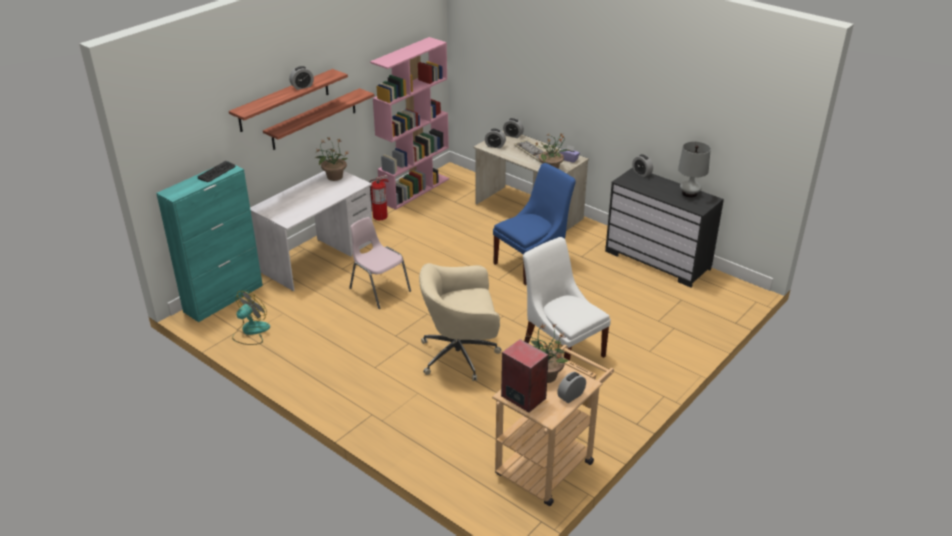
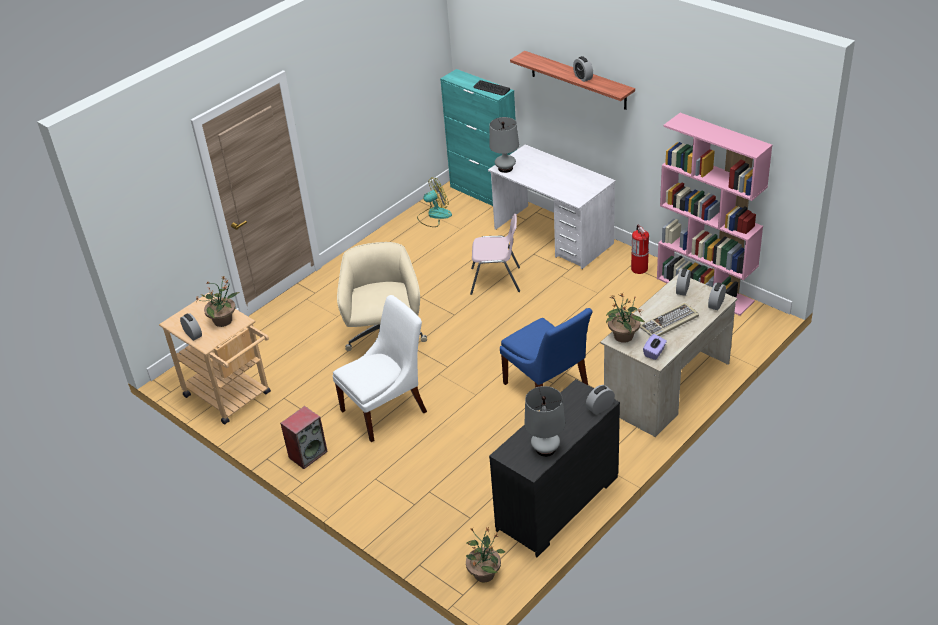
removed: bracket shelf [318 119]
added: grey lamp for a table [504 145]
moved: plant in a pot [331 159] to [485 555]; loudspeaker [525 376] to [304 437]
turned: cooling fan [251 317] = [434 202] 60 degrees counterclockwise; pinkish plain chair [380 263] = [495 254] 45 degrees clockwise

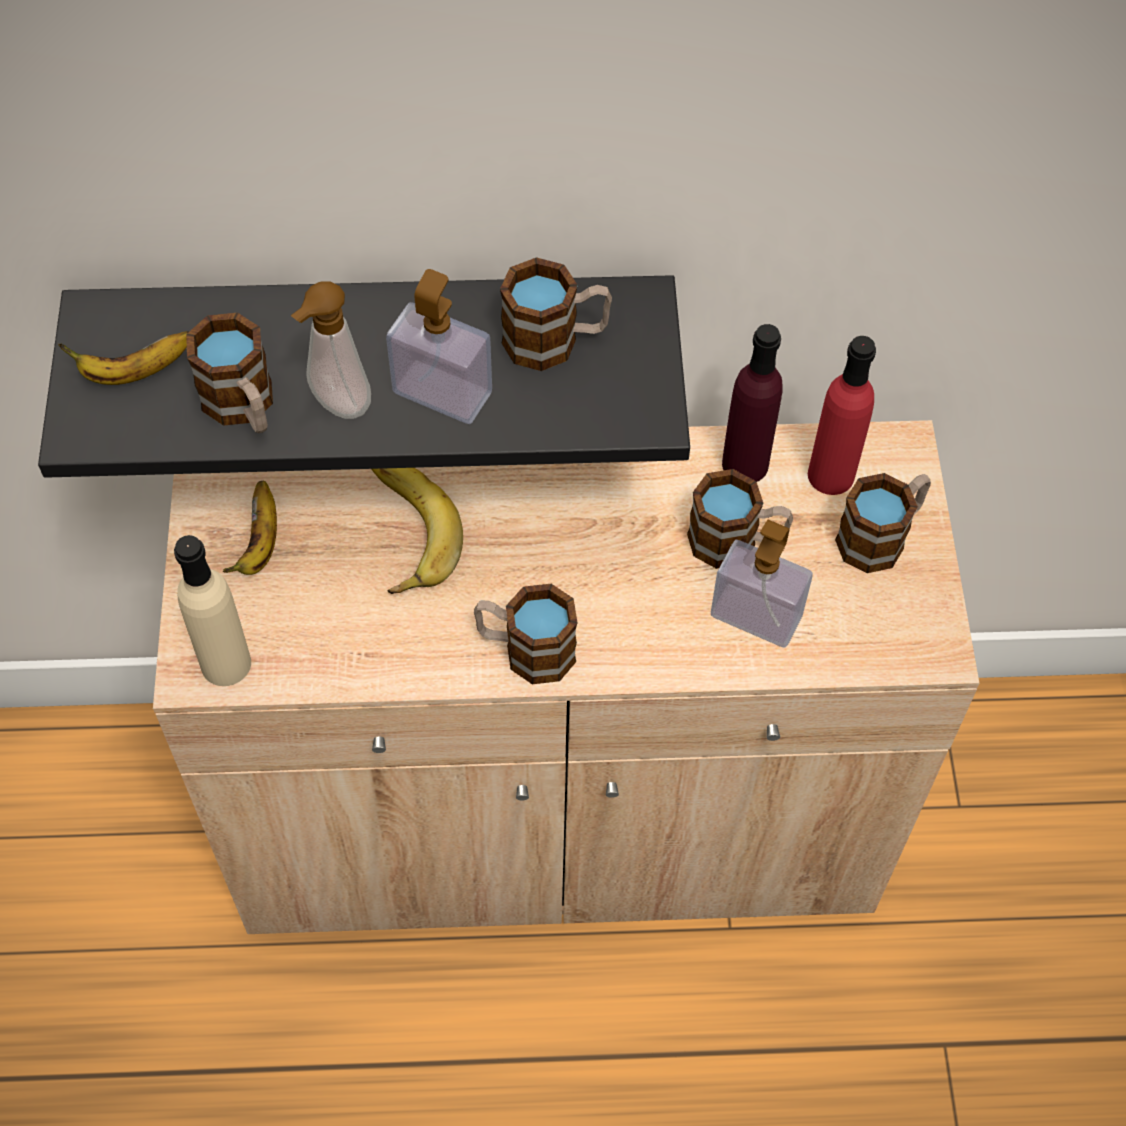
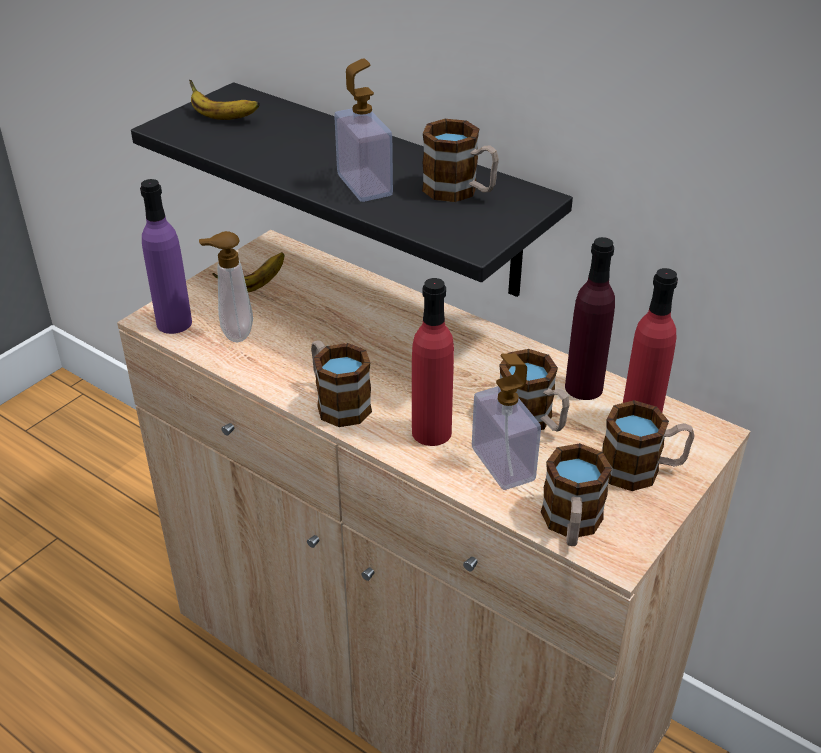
removed: banana fruit [417 531]
added: red beverage bottle [433 362]
moved: tea mug [229 373] to [576 494]; liquid soap bottle [331 350] to [226 286]
recoloured: sand-coloured beverage bottle [212 610] to purple-coloured beverage bottle [166 256]

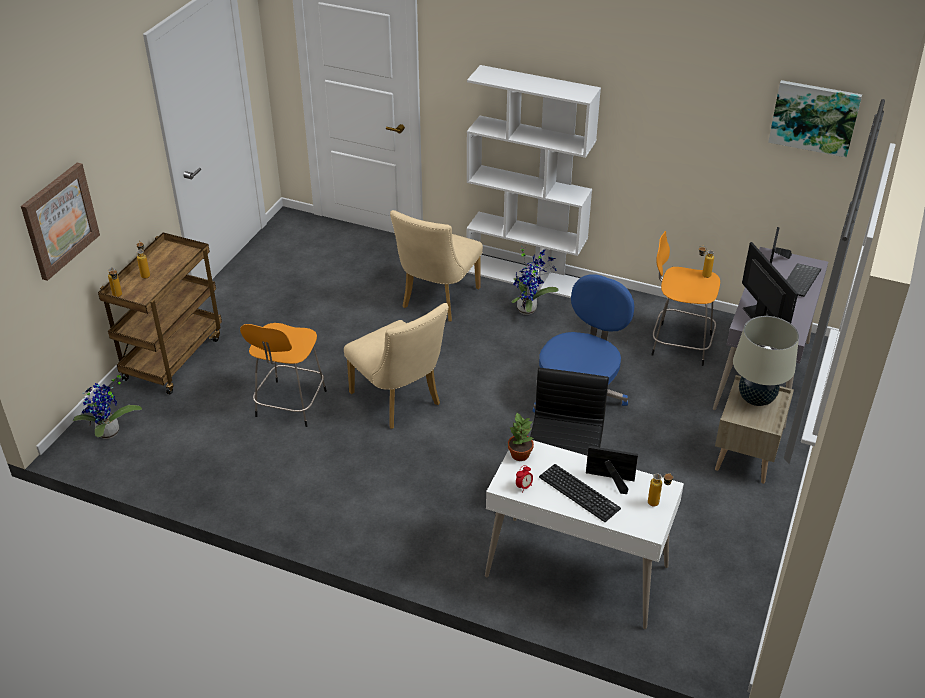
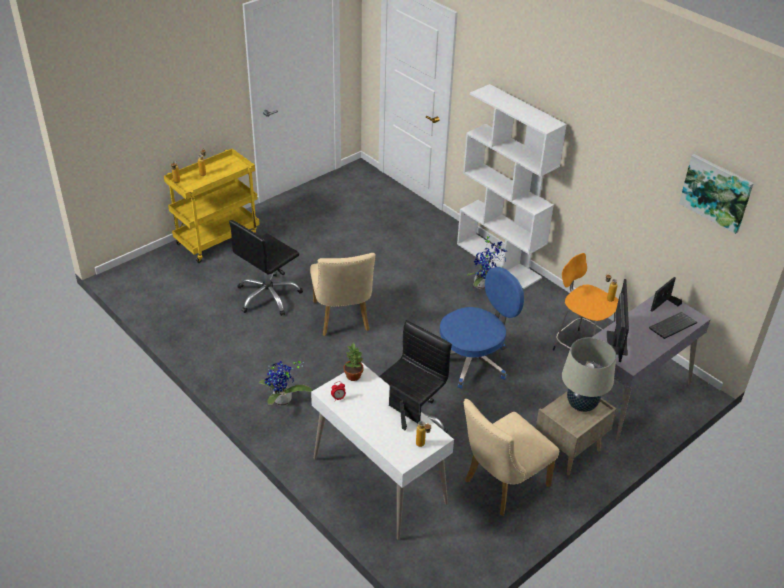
removed: wall art [60 221]; PC keyboard [580 493]
moved: plant in a pot [107 406] to [285 383]; sand-coloured plain chair [436 266] to [511 457]
replaced: orange sitting stool [283 375] to black-coloured office chair [266 268]
recoloured: brownish trolley [160 313] to yellow trolley [212 205]

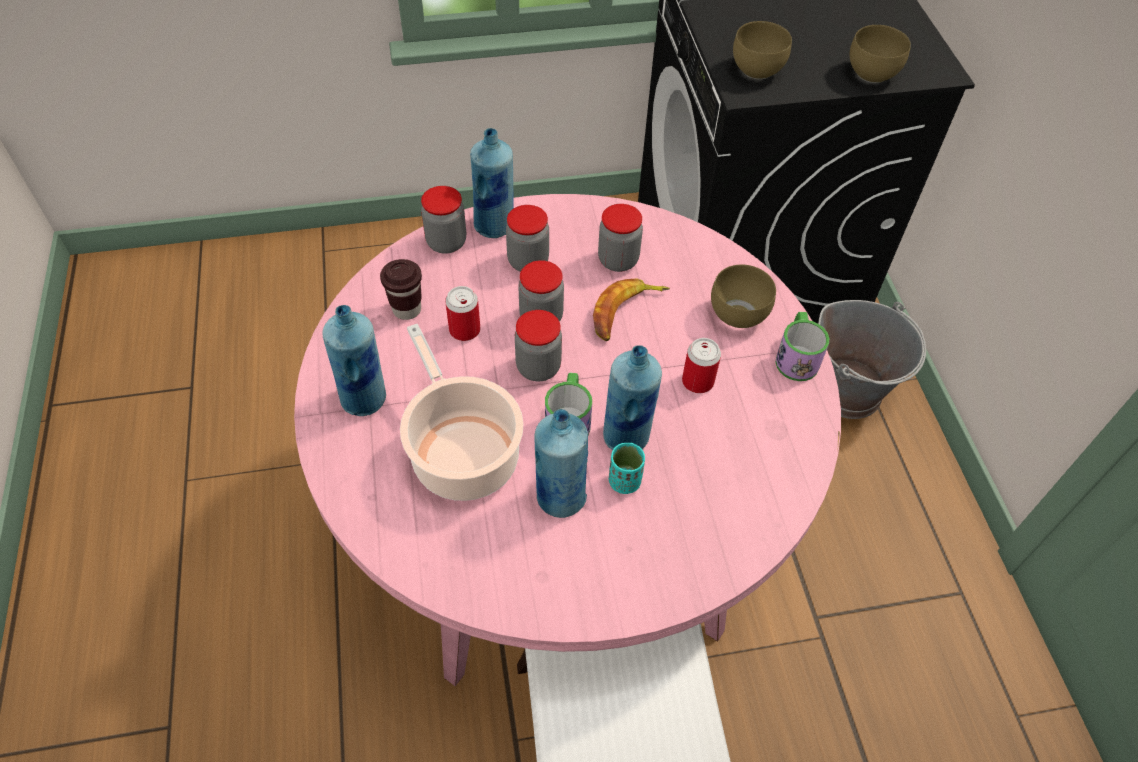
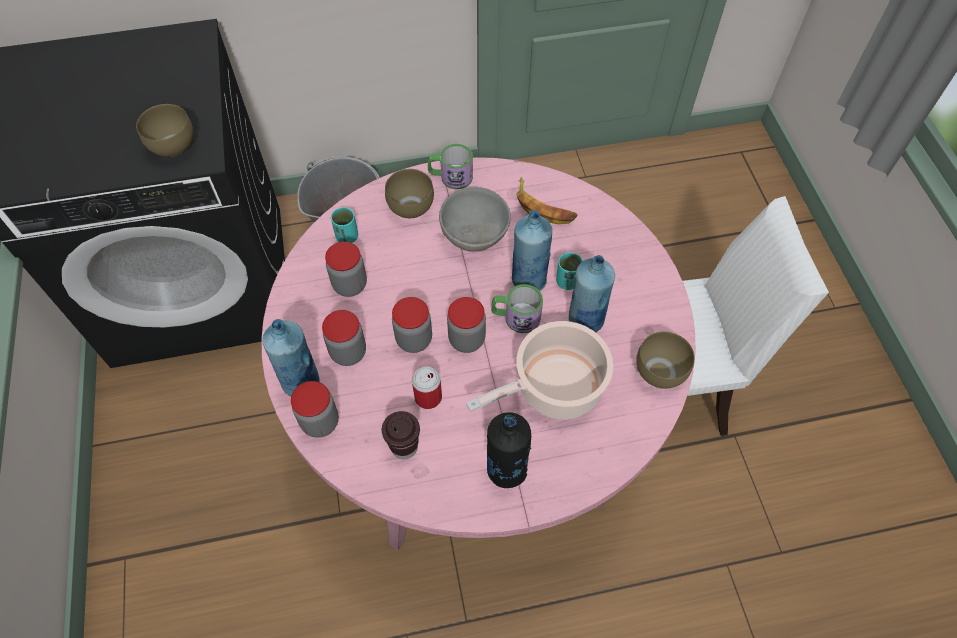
added: turquoise-coloured cup [344 225]
moved: banana fruit [631 309] to [547 200]; brownish serving bowl [880 54] to [665 360]
replaced: can [701 365] to grey serving bowl [475 219]
recoloured: blue-coloured beverage bottle [354 360] to black-coloured beverage bottle [509 450]

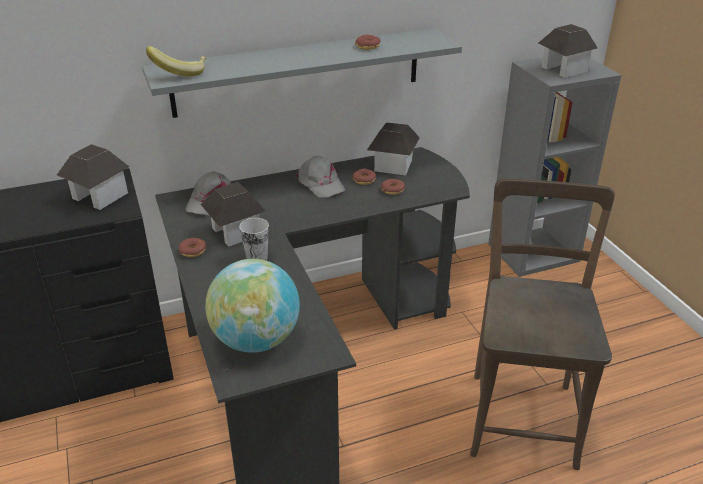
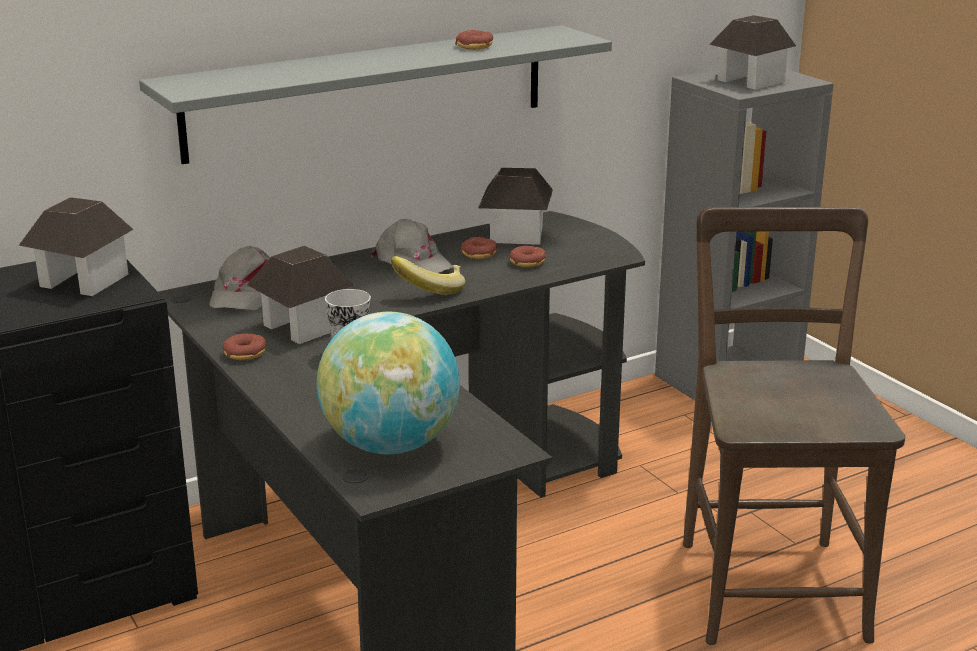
moved: banana fruit [176 61] to [428 275]

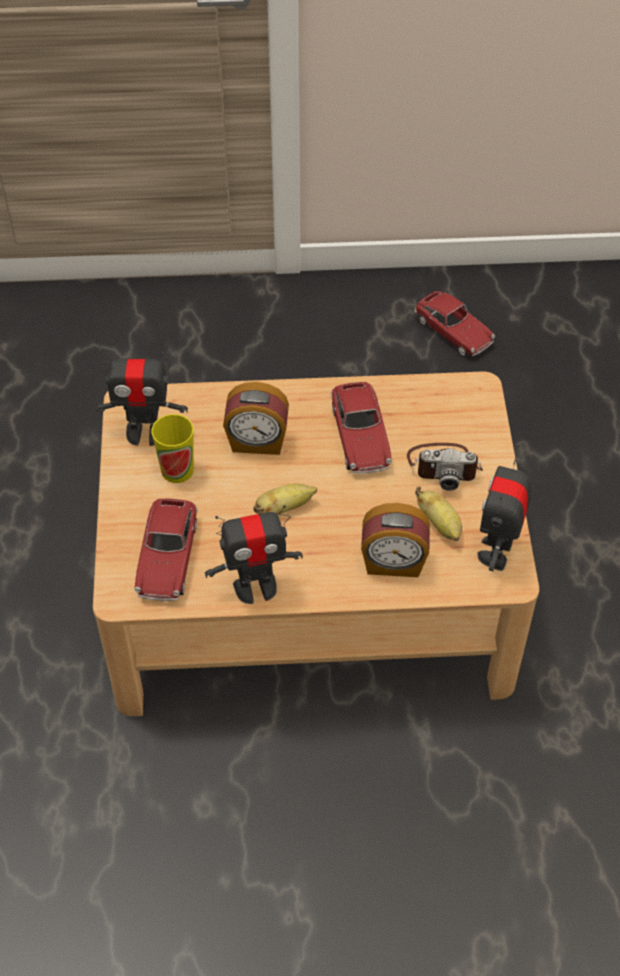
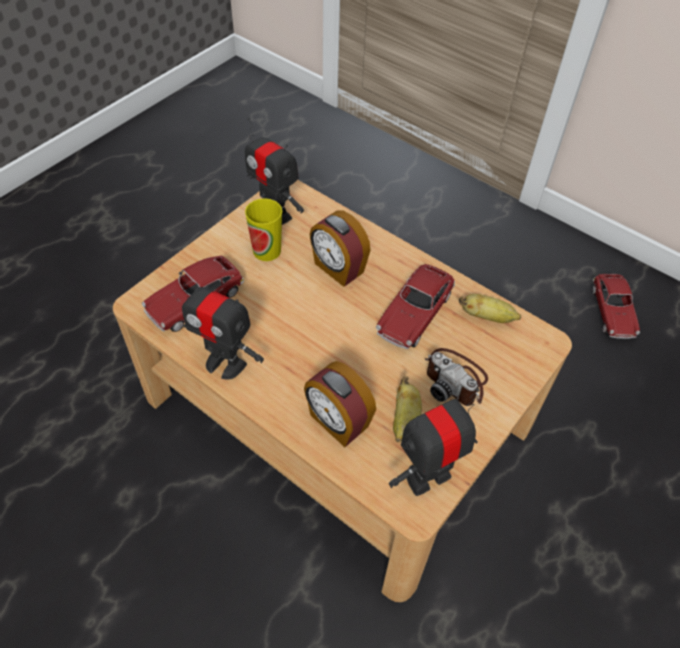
moved: banana fruit [285 499] to [490 308]

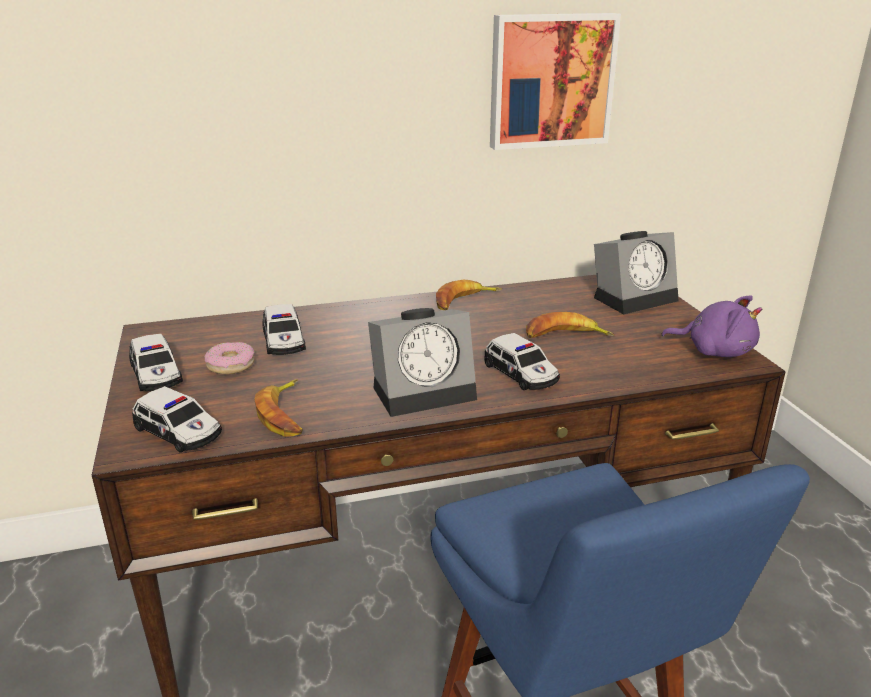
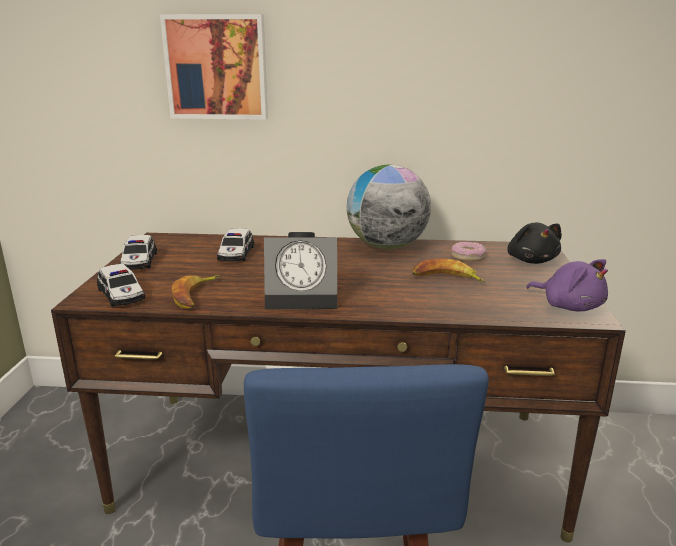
removed: miniature car [522 361]
moved: donut [230 358] to [469 252]; wall art [555 81] to [214 67]
replaced: banana fruit [469 294] to globe [389 207]; table clock [636 272] to black-coloured soft toy [534 243]

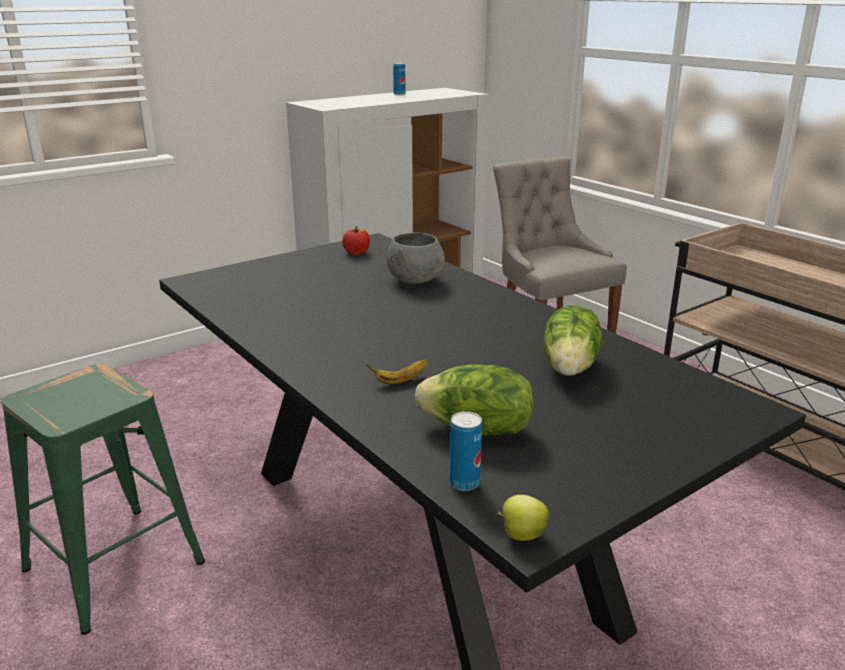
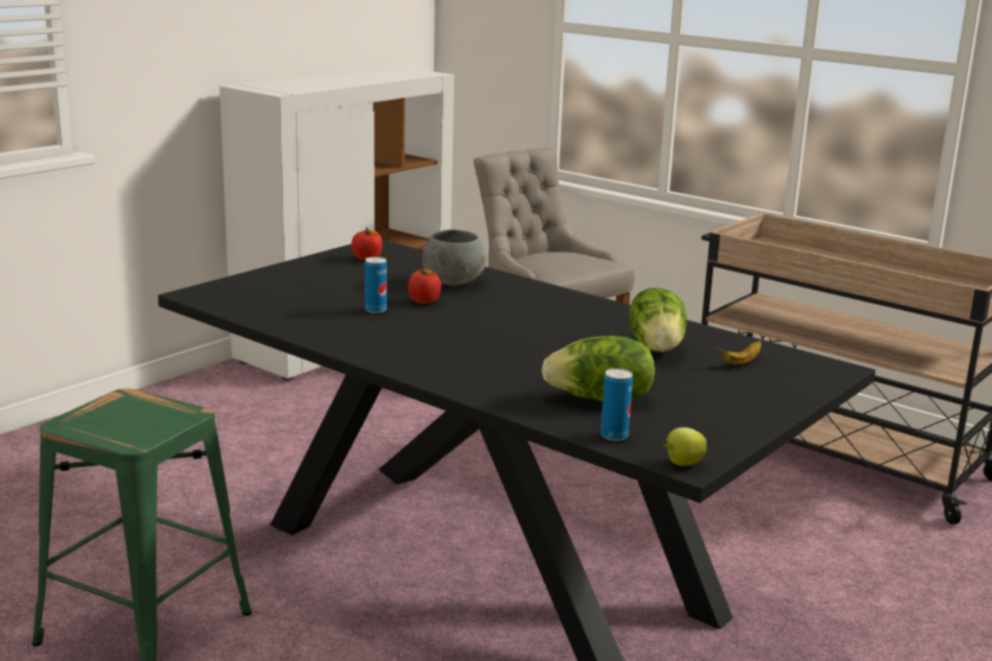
added: whole apple [424 286]
moved: banana fruit [397 371] to [738 353]; can [399 79] to [376 285]

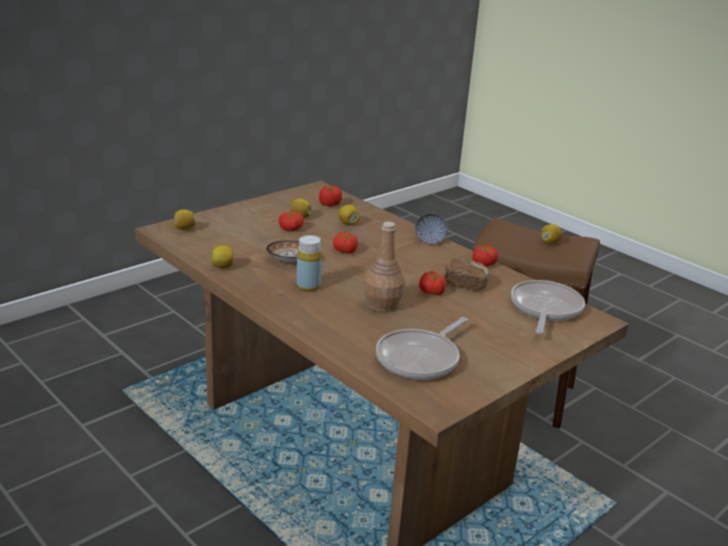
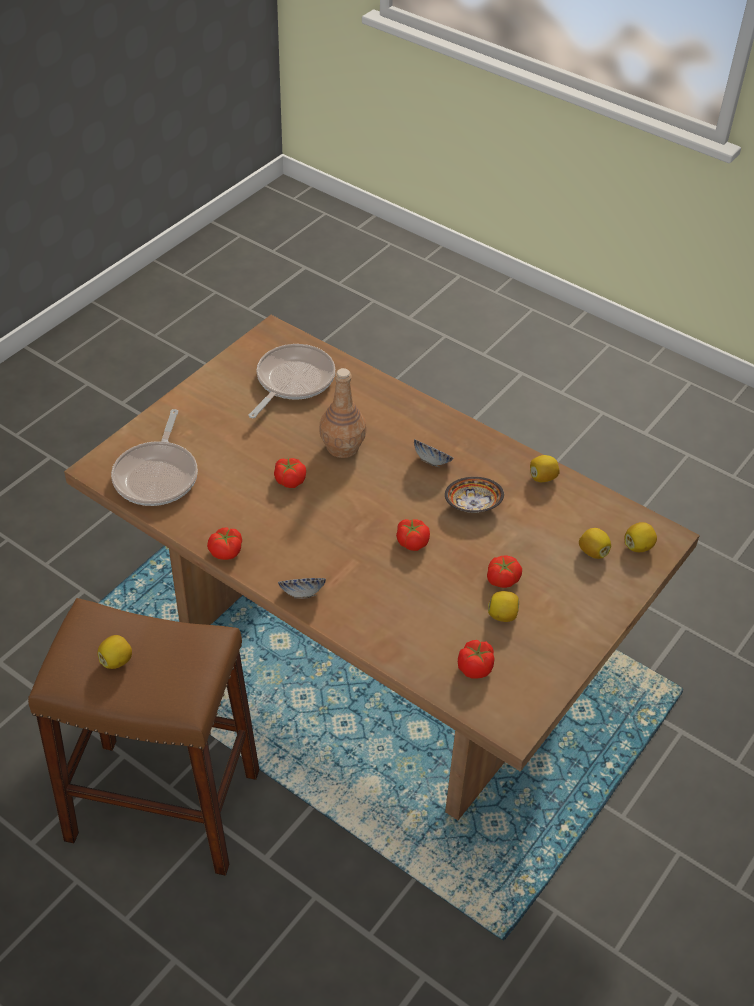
removed: bakery bread [466 274]
moved: lemon [349 215] to [595 543]
replaced: yellow beverage bottle [309 263] to serving bowl [434 453]

